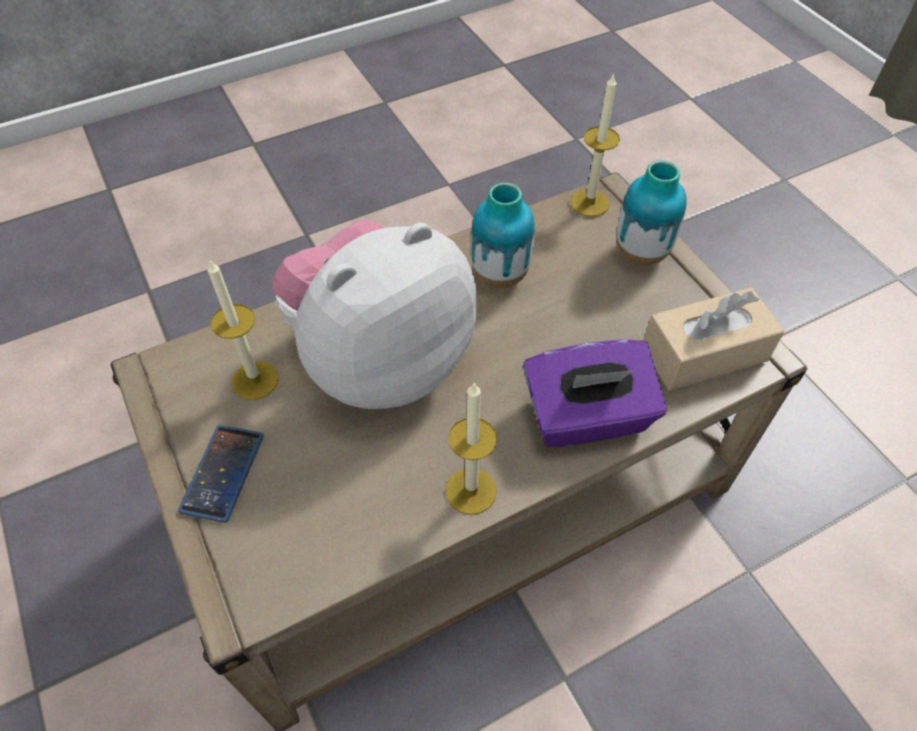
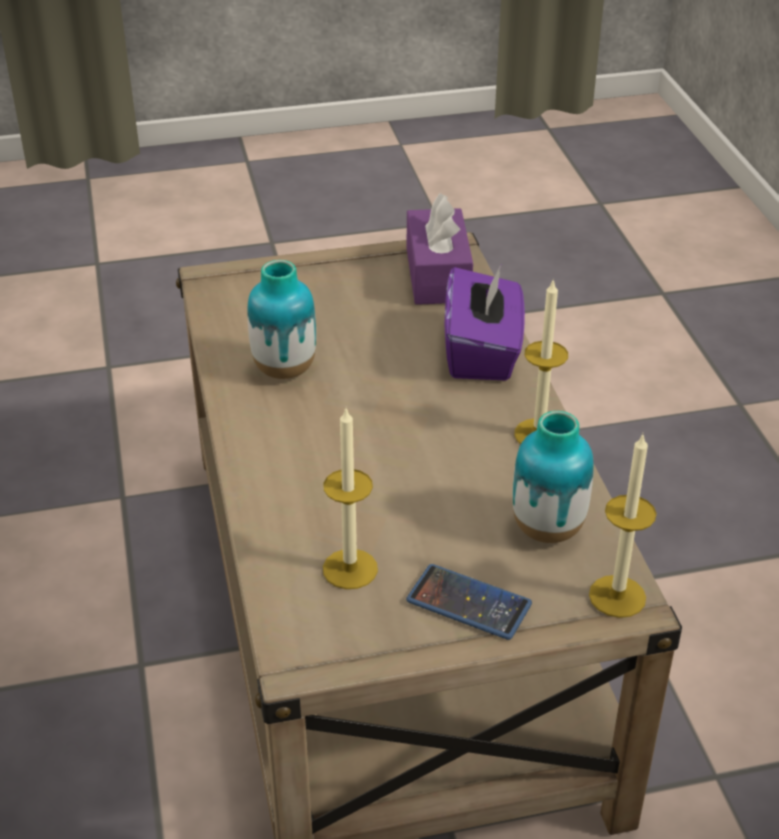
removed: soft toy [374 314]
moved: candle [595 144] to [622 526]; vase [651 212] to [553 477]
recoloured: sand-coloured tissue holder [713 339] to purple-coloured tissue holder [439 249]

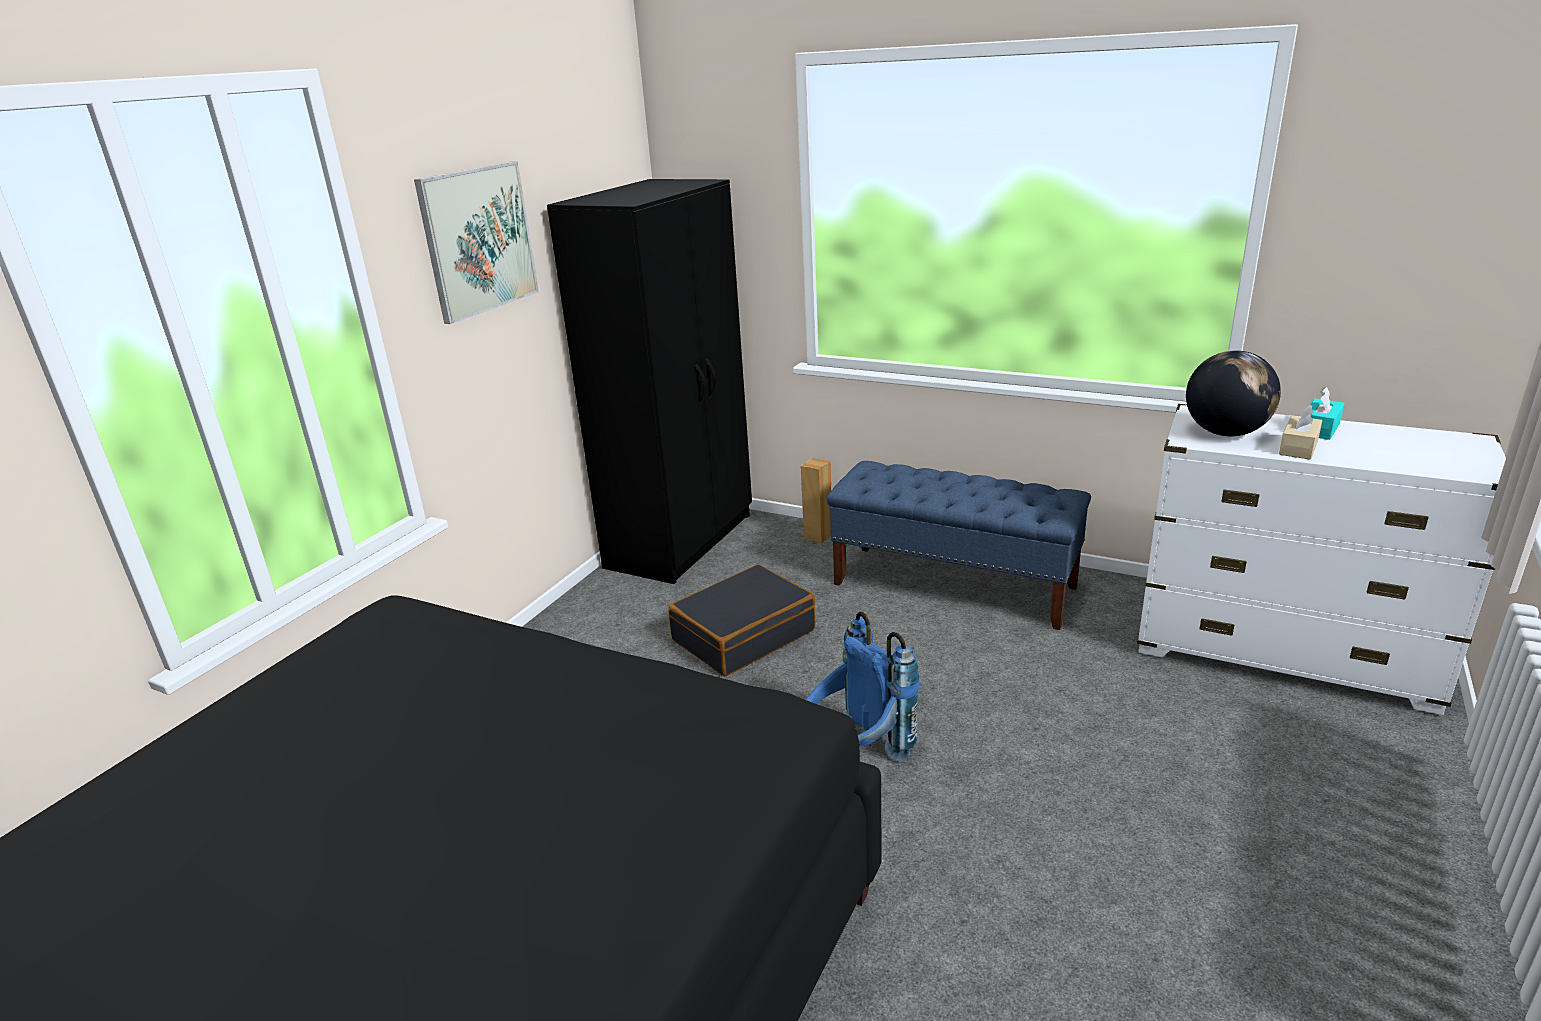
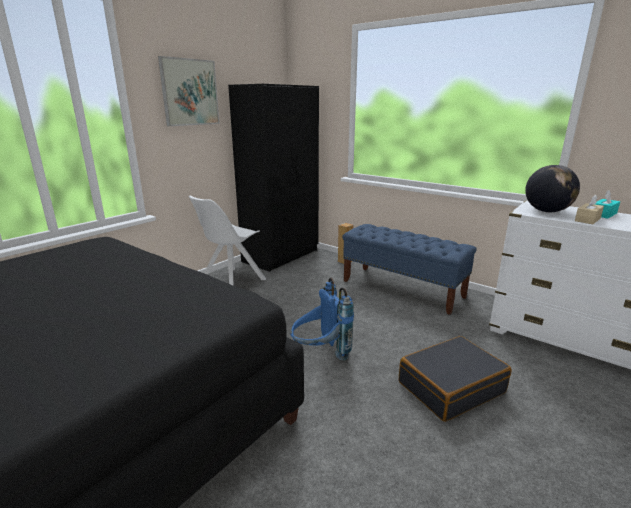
added: white-coloured plain chair [227 241]
moved: black-coloured suitcase [741 620] to [455 379]

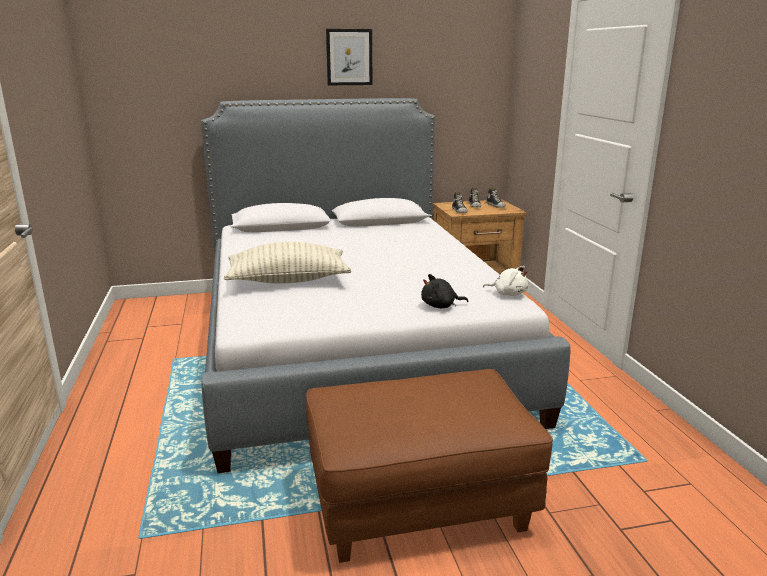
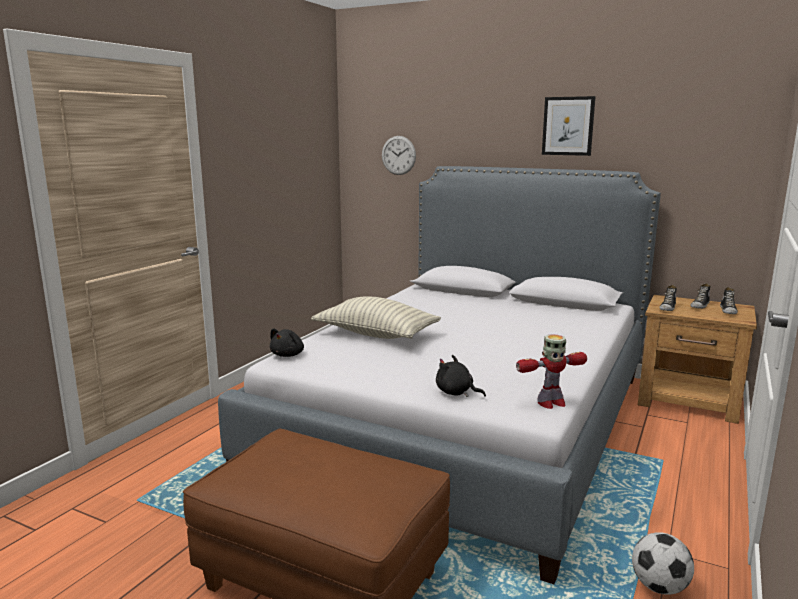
added: black-coloured soft toy [287 343]; clock on the wall [399 155]; ball for football [663 563]
replaced: white-coloured soft toy [505 281] to toy robot [551 372]

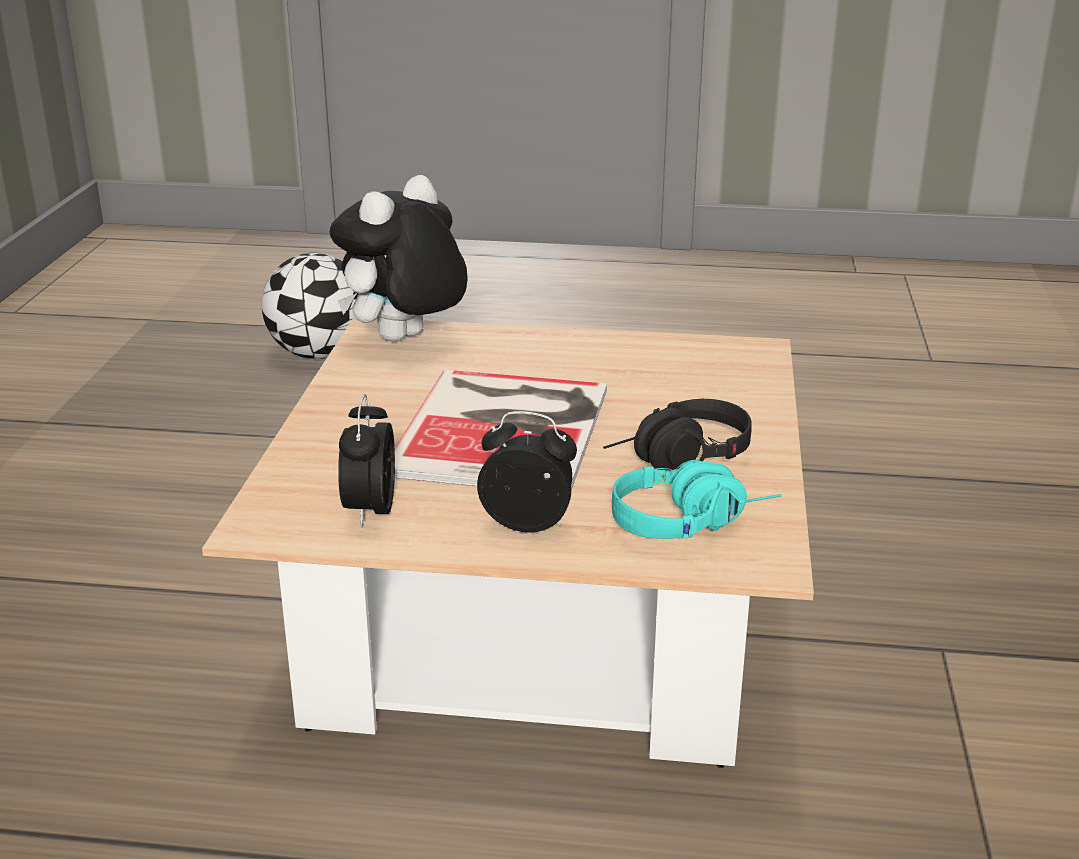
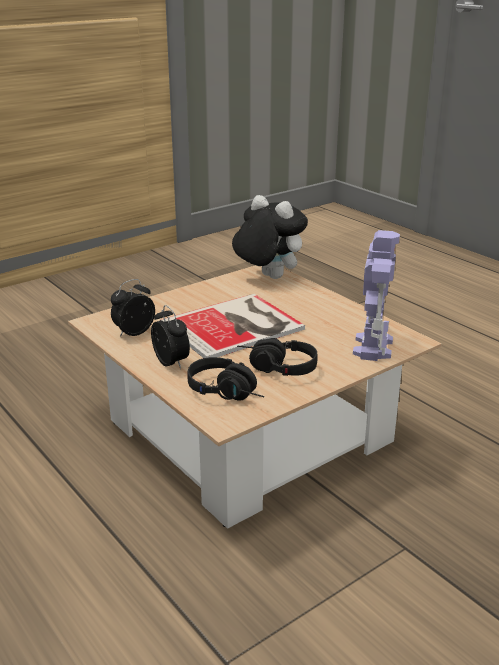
removed: ball for football [310 306]
added: toy robot [376 295]
recoloured: turquoise-coloured pair of headphones [697 499] to black-coloured pair of headphones [225 379]
turned: soft toy [399 258] = [270 237] 45 degrees clockwise

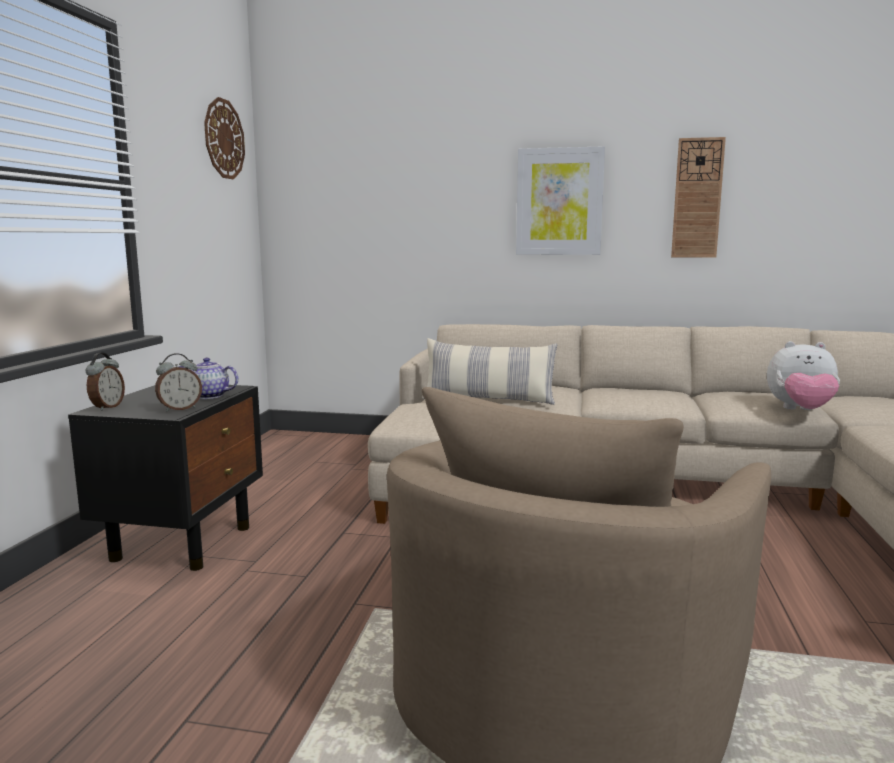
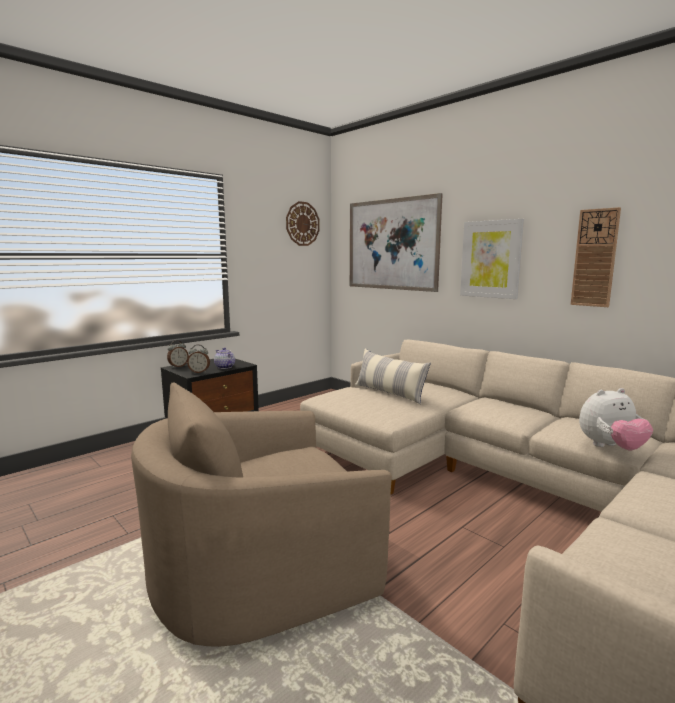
added: wall art [396 242]
turned: soft toy [803 375] = [616 419] 60 degrees counterclockwise

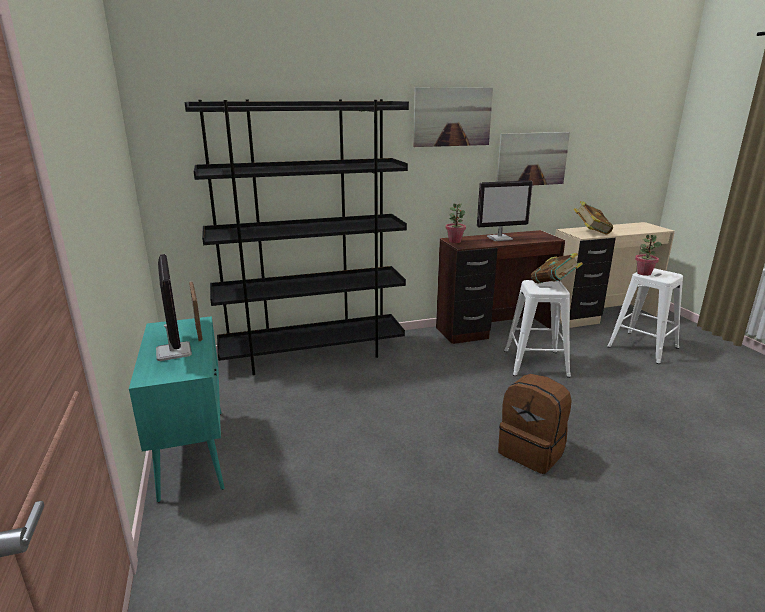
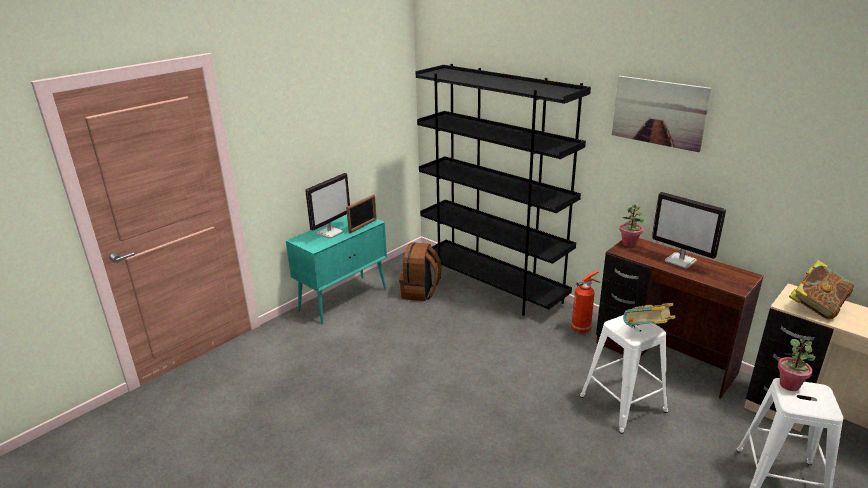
removed: wall art [533 158]
added: extinguisher [586 302]
moved: brownish rucksack [535 424] to [420 271]

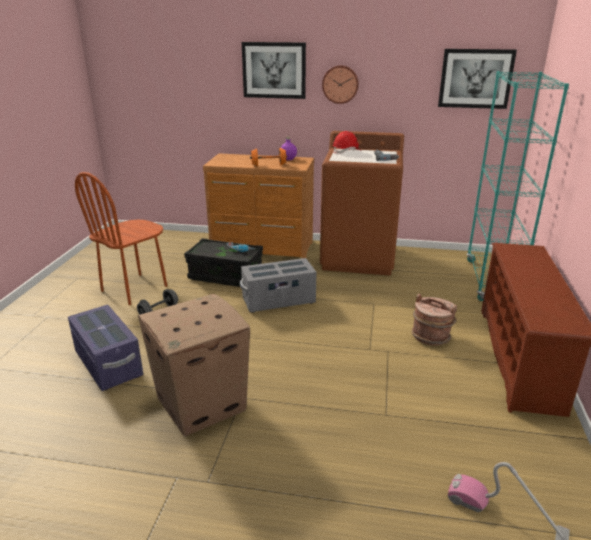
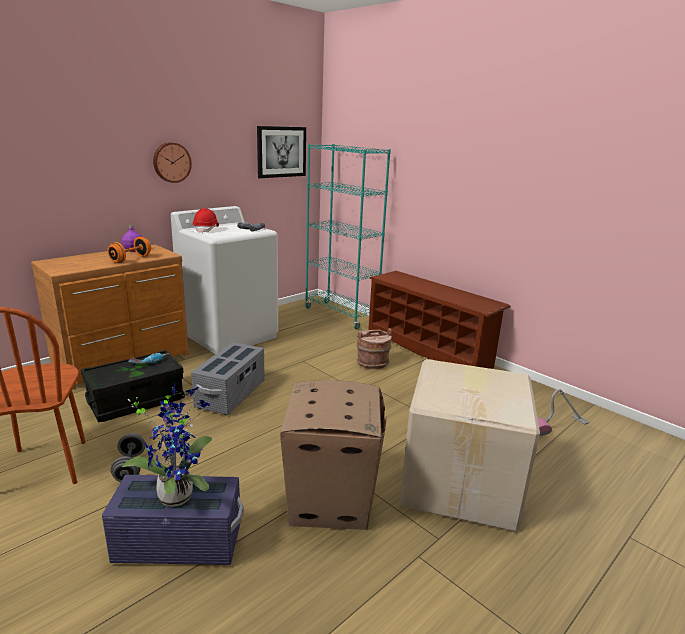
removed: wall art [274 70]
added: plant in a pot [167 445]; cardboard box [470 445]
recoloured: brownish laundry appliance [362 203] to white-coloured laundry appliance [224 280]

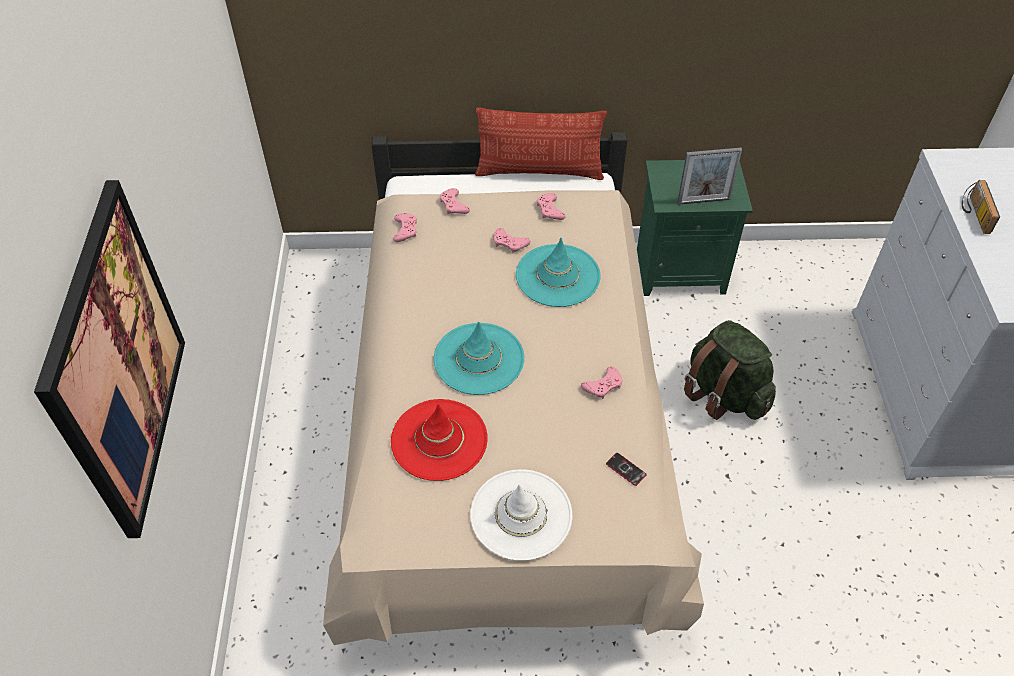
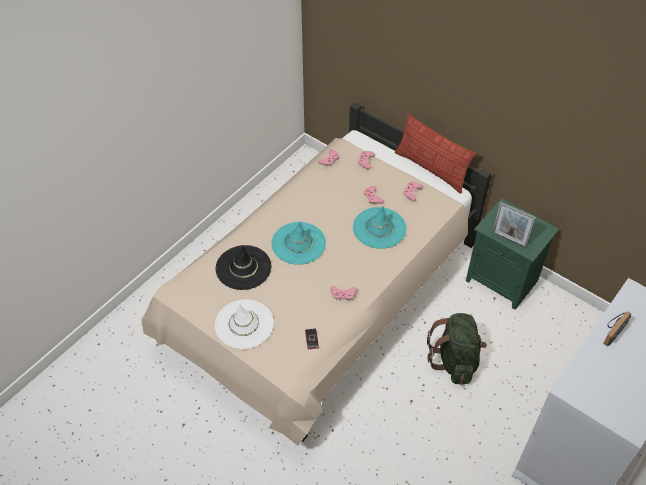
removed: wall art [109 359]
recoloured: red clothing hat [439 440] to black-coloured clothing hat [243 267]

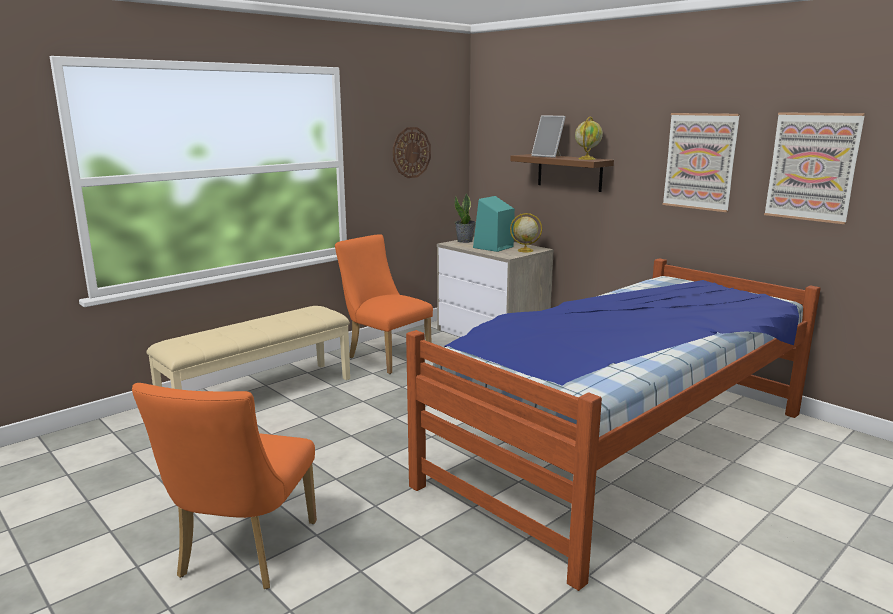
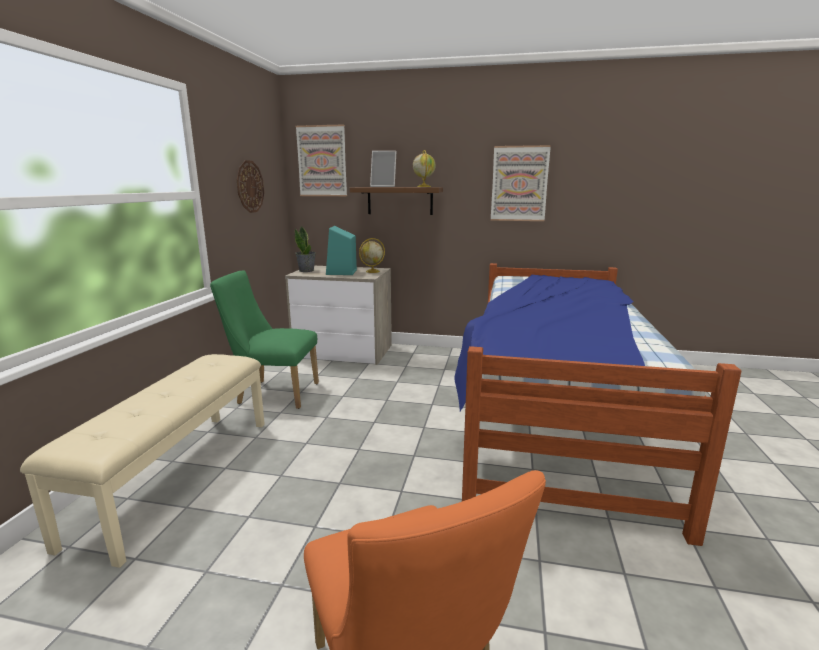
moved: wall art [814 168] to [321 160]
recoloured: orange plain chair [384 304] to green-coloured plain chair [264 339]

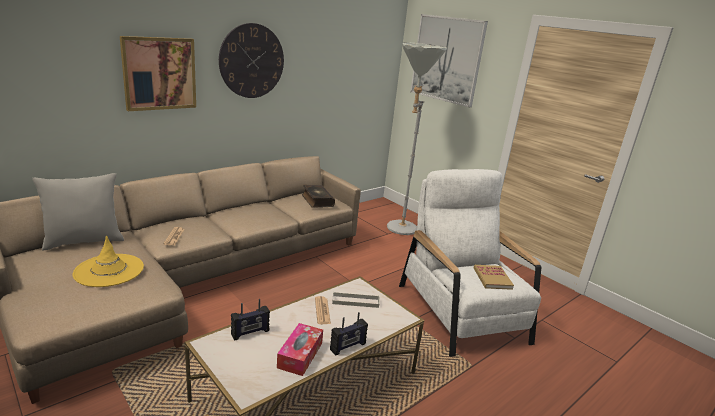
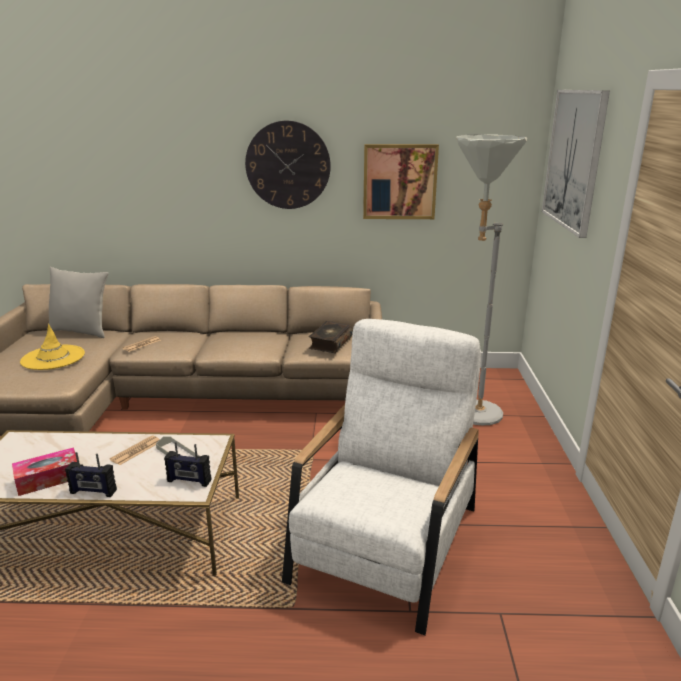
removed: book [494 277]
moved: wall art [158 73] to [401 181]; radio [250 320] to [187 464]

